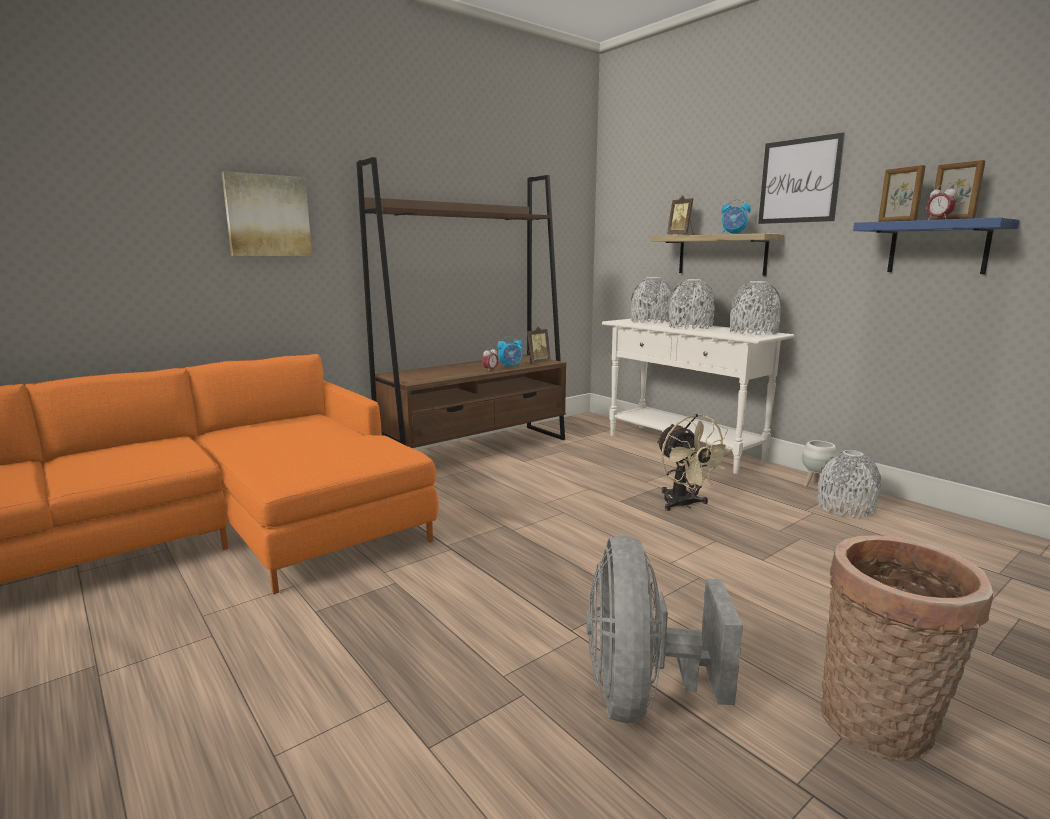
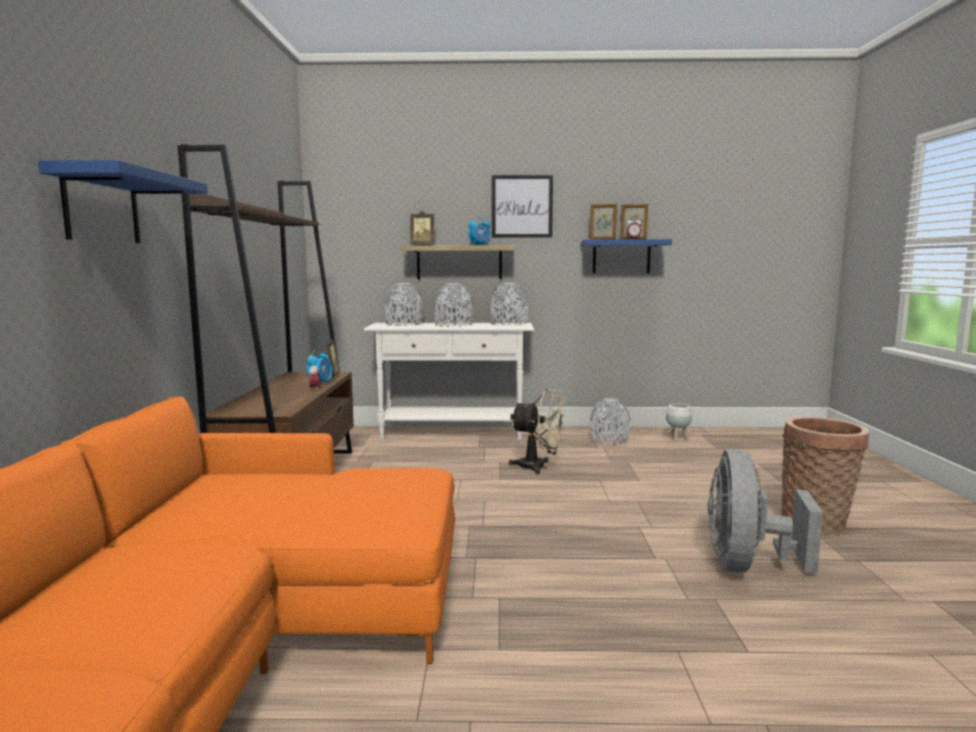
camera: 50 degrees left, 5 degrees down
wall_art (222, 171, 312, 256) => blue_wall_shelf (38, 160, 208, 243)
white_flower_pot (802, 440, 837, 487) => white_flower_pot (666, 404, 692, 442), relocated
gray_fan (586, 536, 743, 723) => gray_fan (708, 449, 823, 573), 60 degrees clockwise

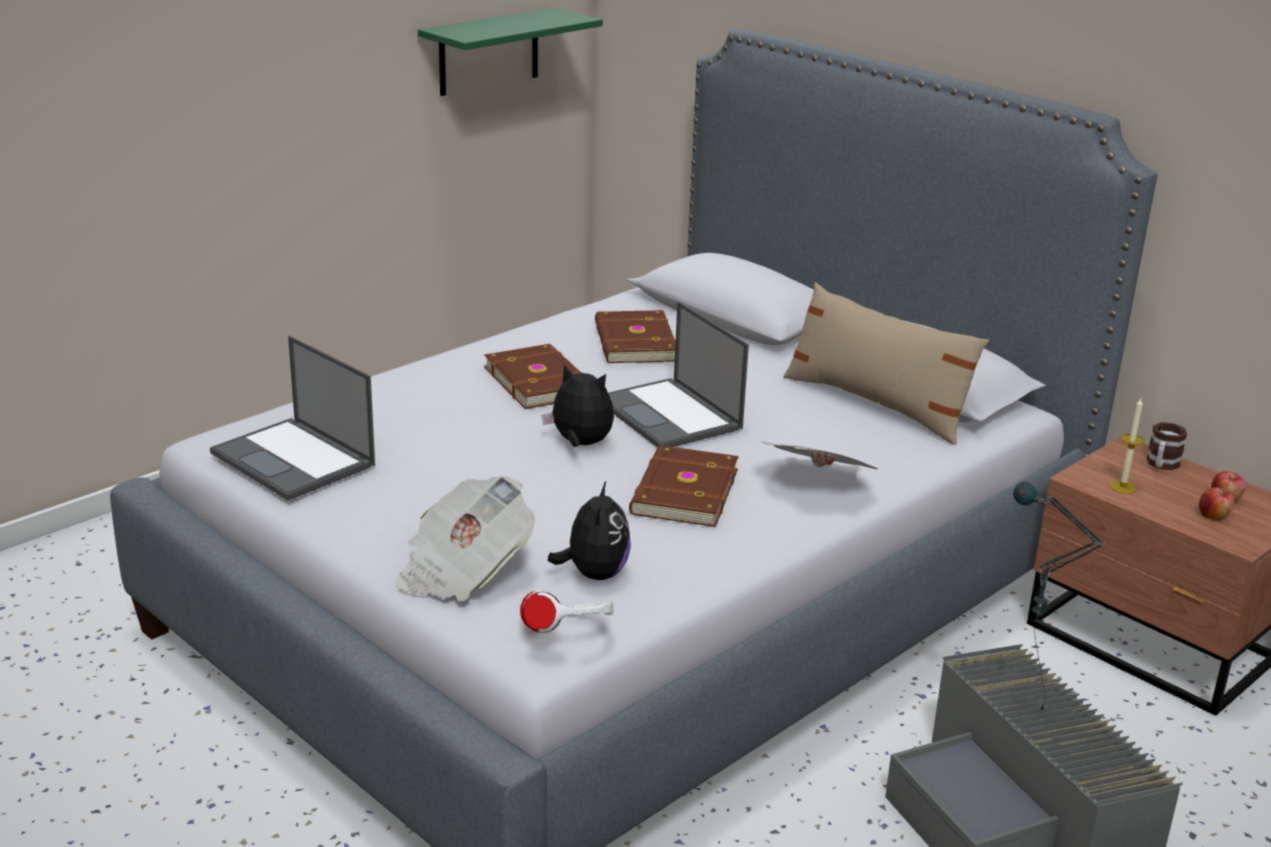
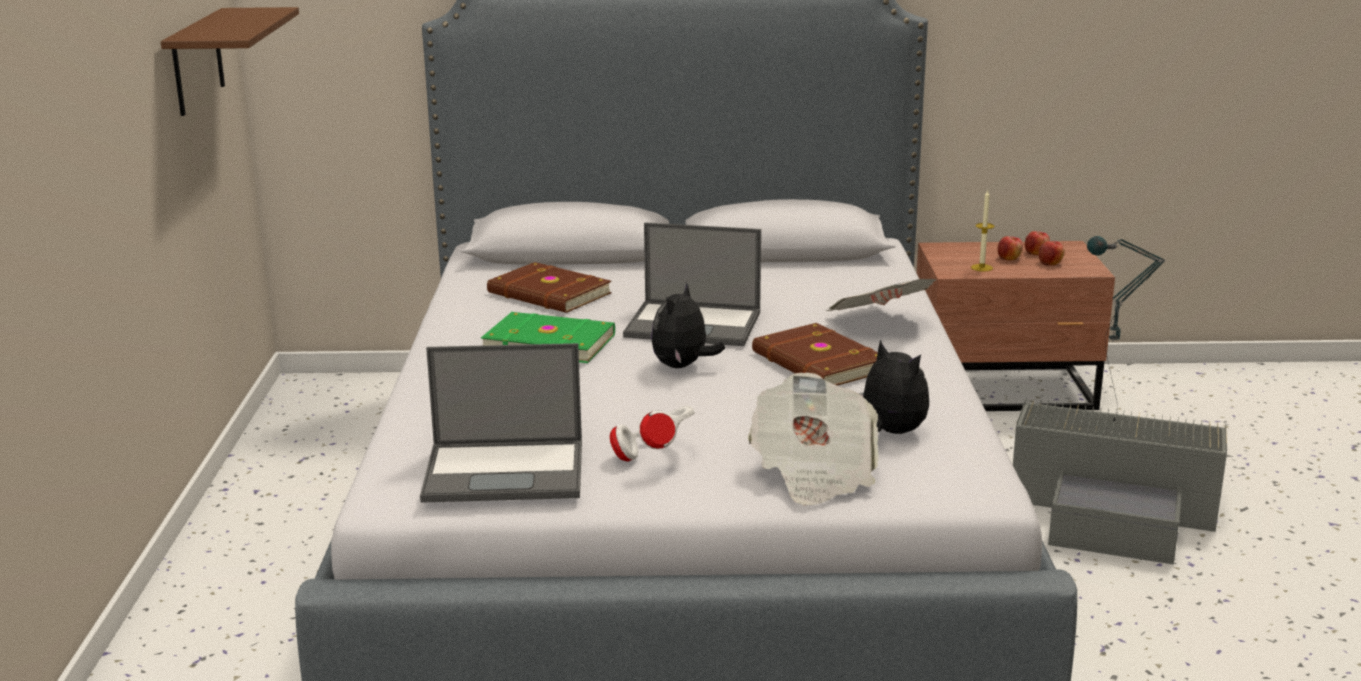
camera: 45 degrees left, 5 degrees down
greenish_wall_shelf (418, 8, 603, 96) => brownish_wall_shelf (161, 7, 299, 116)
beige-coloured_throw_pillow (783, 283, 989, 445) => nothing
brownish_bound_book (484, 344, 582, 409) => greenish_bound_book (481, 312, 615, 363)
cuddly_toy (542, 364, 614, 447) => cuddly_toy (651, 282, 725, 368), 45 degrees counterclockwise
tea_mug (1146, 422, 1187, 470) => nothing
white_headphones (520, 590, 614, 633) => white_headphones (610, 406, 695, 462), relocated
nothing => apple (997, 236, 1023, 261)

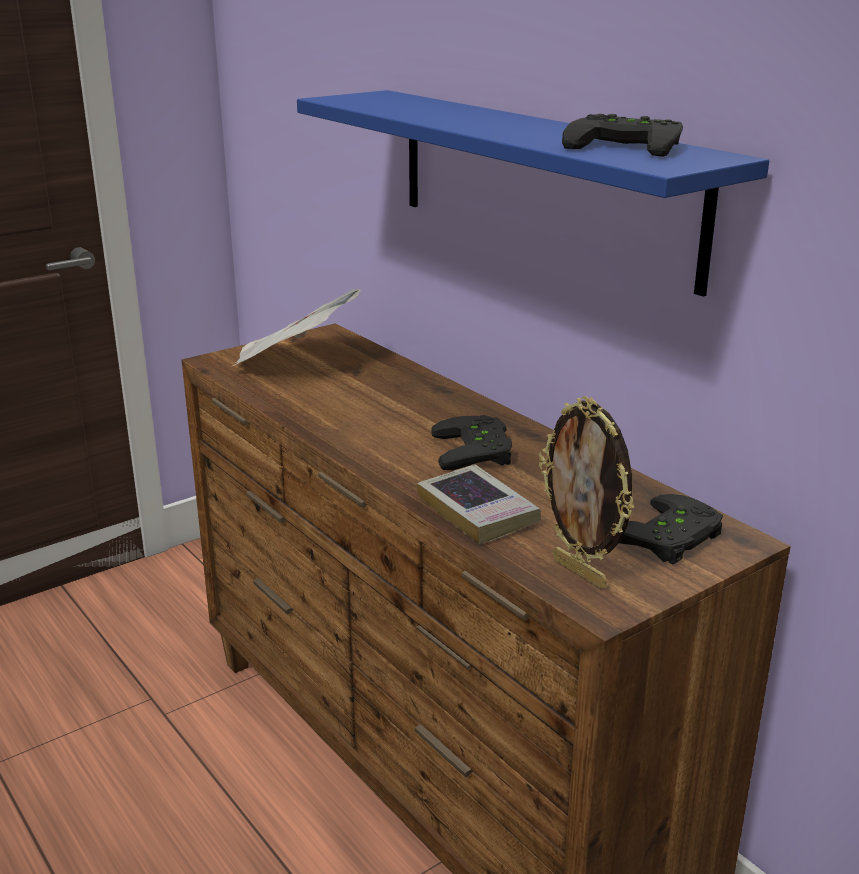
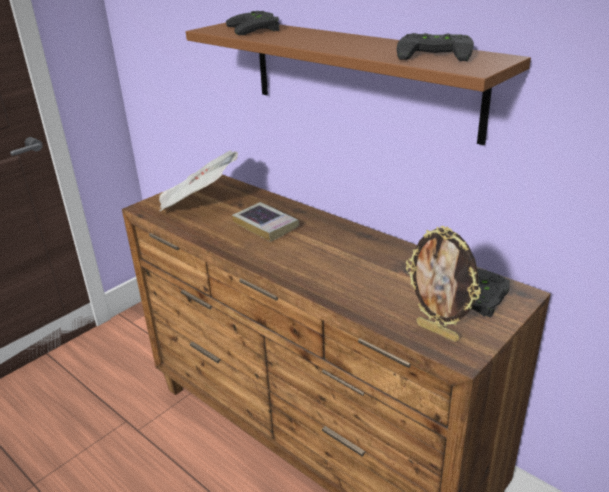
camera: 10 degrees left, 5 degrees up
blue_wall_shelf (297, 90, 769, 296) => brownish_wall_shelf (186, 23, 531, 145)
blackish_game_controller (431, 415, 512, 470) => blackish_game_controller (226, 11, 280, 35), relocated
bound_book (417, 464, 541, 544) => bound_book (232, 202, 299, 242), relocated

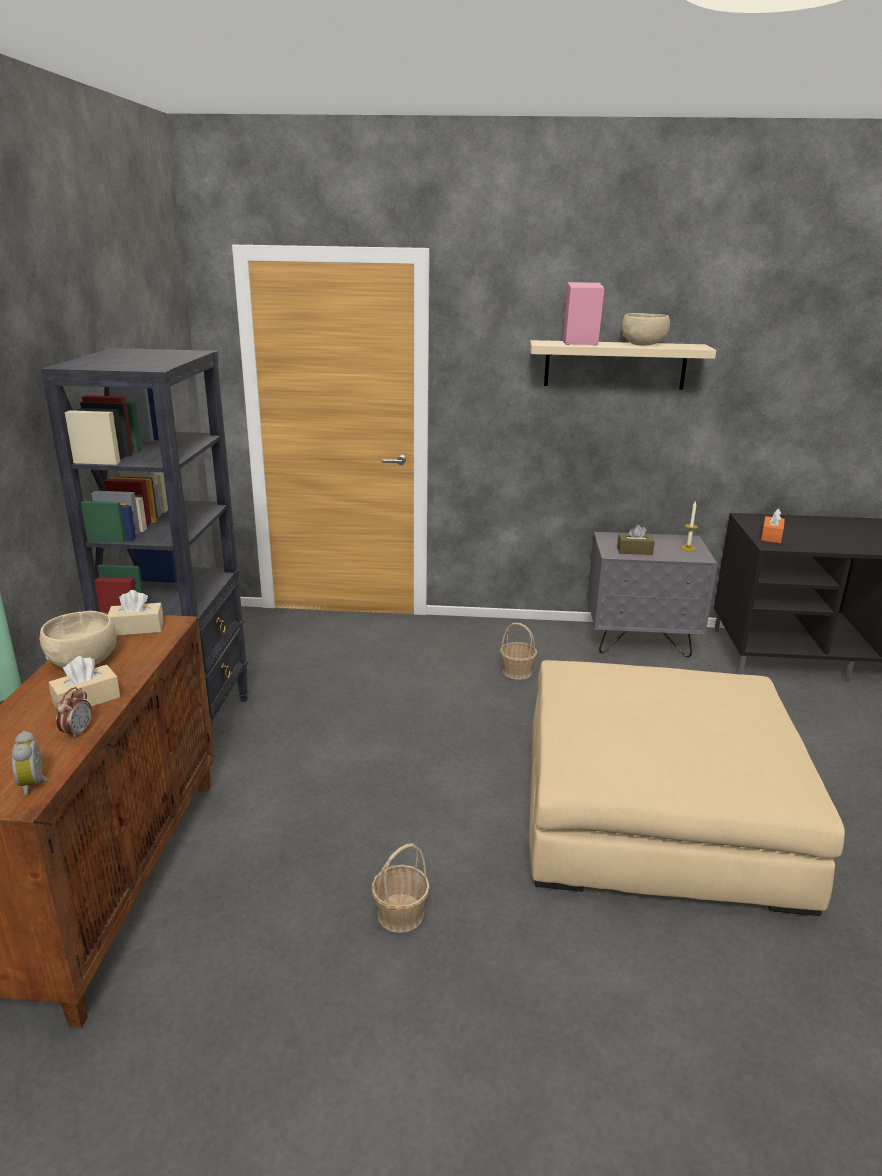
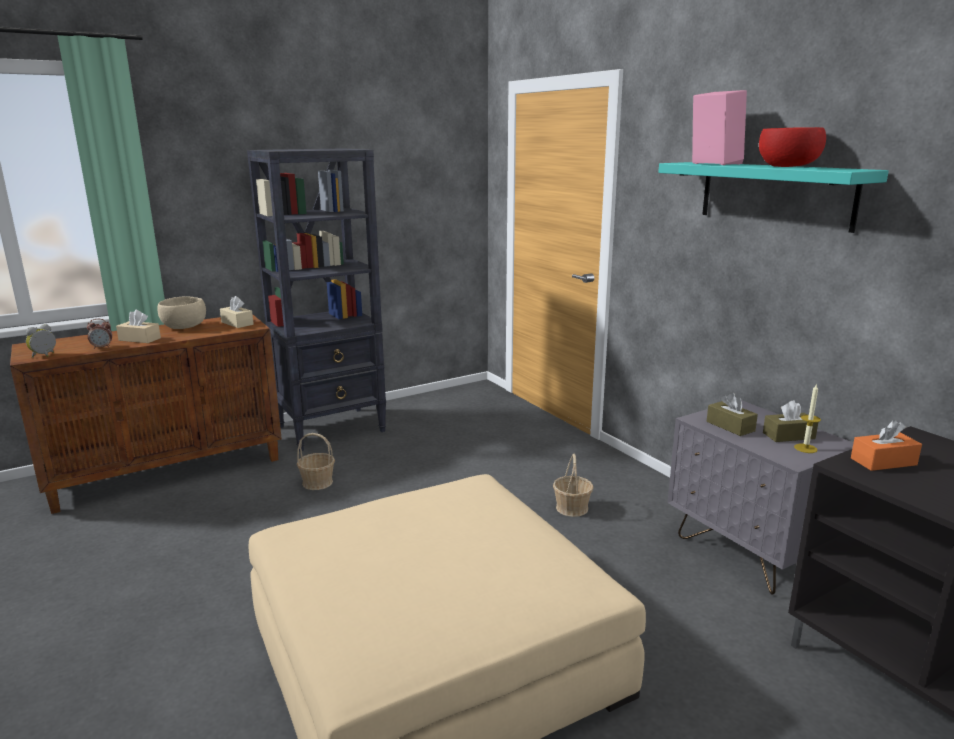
camera: 55 degrees right, 5 degrees down
beige-coloured_bowl (622, 313, 670, 346) => red_bowl (759, 127, 826, 167)
beige-coloured_wall_shelf (530, 340, 716, 390) => turquoise-coloured_wall_shelf (658, 162, 889, 233)
household_basket (371, 843, 430, 933) => household_basket (297, 433, 335, 490), relocated
nothing => brownish_tissue_holder (763, 400, 818, 442)

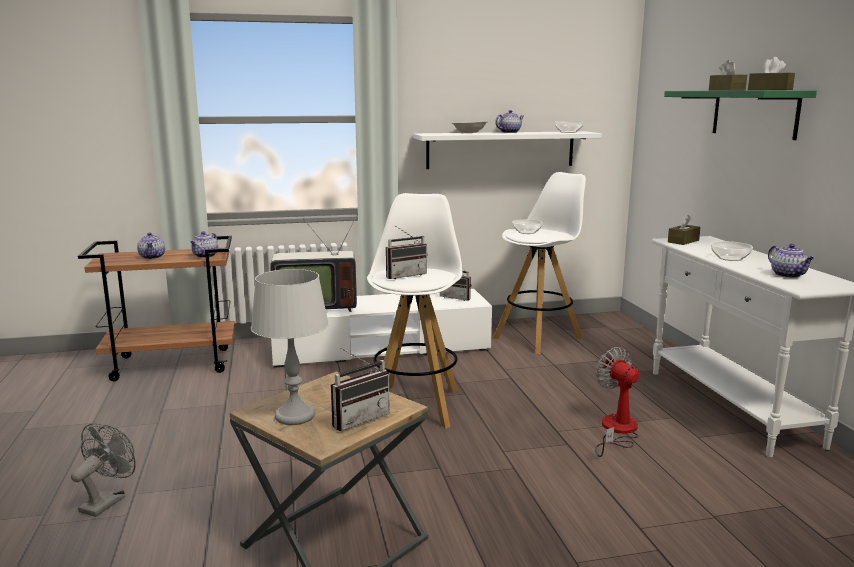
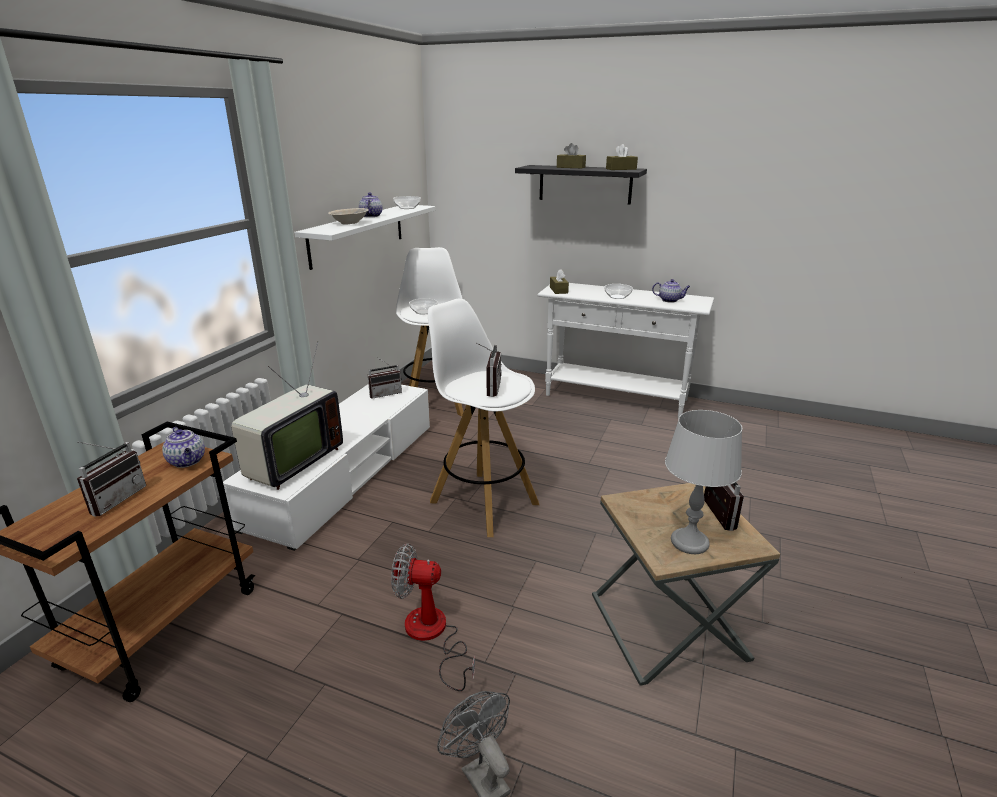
camera: 55 degrees left, 10 degrees up
greenish_wall_shelf (664, 90, 817, 140) => blackish_wall_shelf (515, 165, 647, 205)
teapot (137, 232, 165, 259) => radio (77, 441, 146, 517)
fan (595, 347, 639, 457) => fan (391, 543, 475, 691), relocated

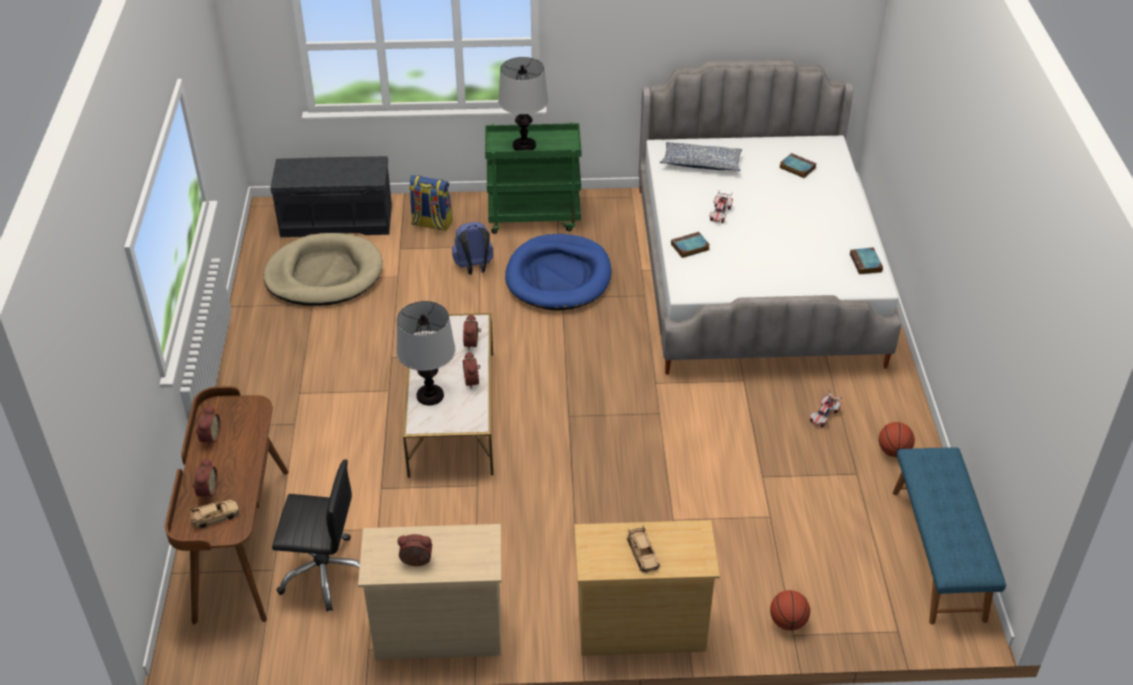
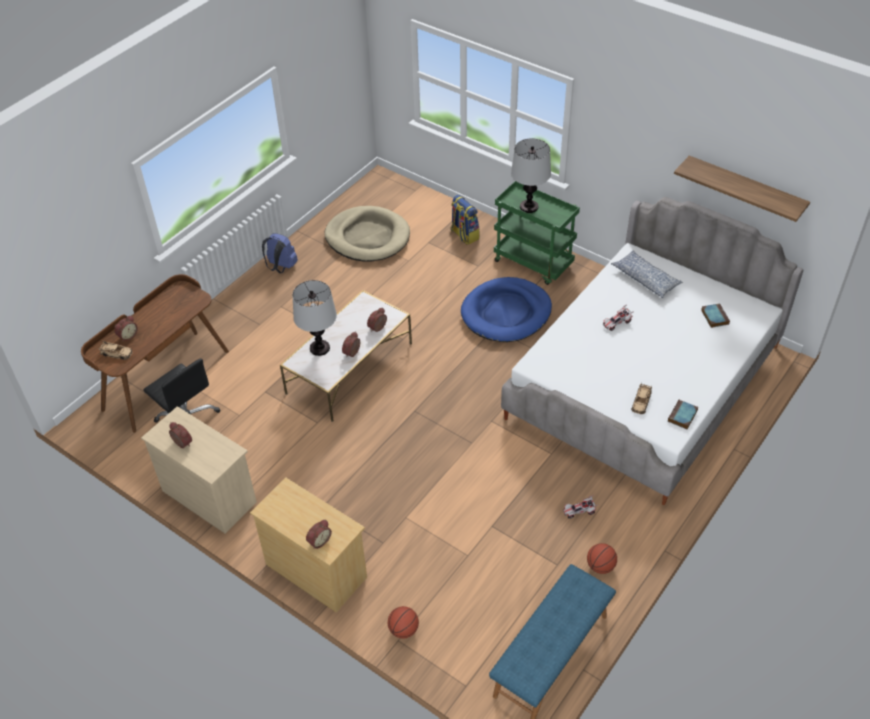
camera: 40 degrees right, 5 degrees up
gray_long_seat (270, 156, 392, 237) => nothing
blue_knapsack (452, 222, 493, 275) => blue_knapsack (262, 233, 298, 273), relocated
bound_book (671, 232, 710, 258) => nothing
alarm_clock (196, 405, 220, 446) => alarm_clock (306, 520, 332, 549), relocated
beige-coloured_model_car (627, 525, 660, 573) => beige-coloured_model_car (631, 384, 652, 414), relocated
nothing => wall_shelf (674, 156, 810, 222)

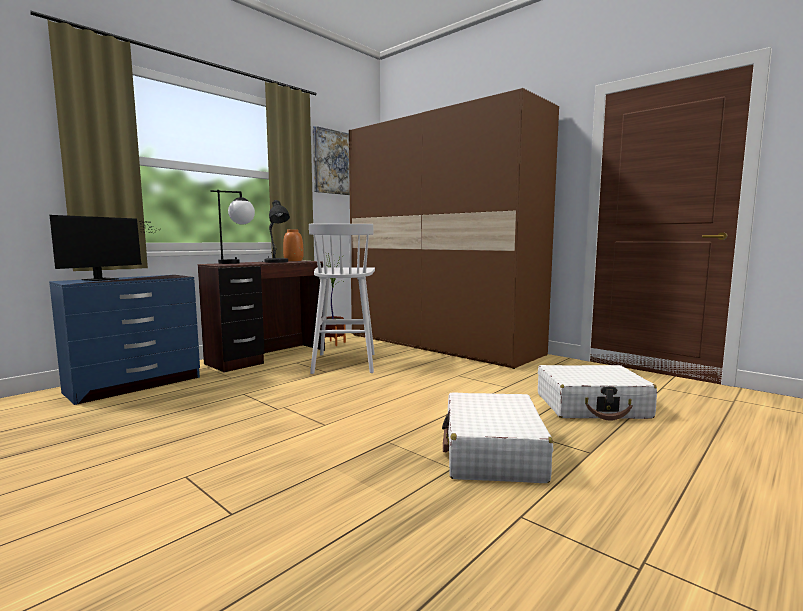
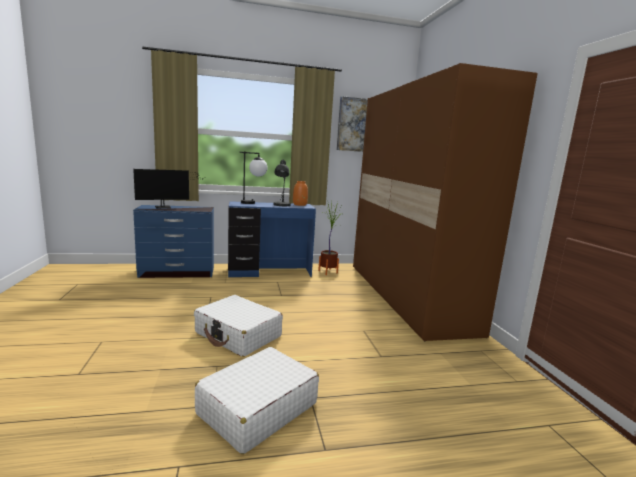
camera: 35 degrees right, 5 degrees up
white_stool_seat (309, 224, 375, 374) => nothing
brownish_desk_unit (198, 260, 325, 373) => blue_desk_unit (228, 201, 316, 277)
white_travel_case (538, 365, 657, 421) => white_travel_case (194, 295, 283, 357), relocated

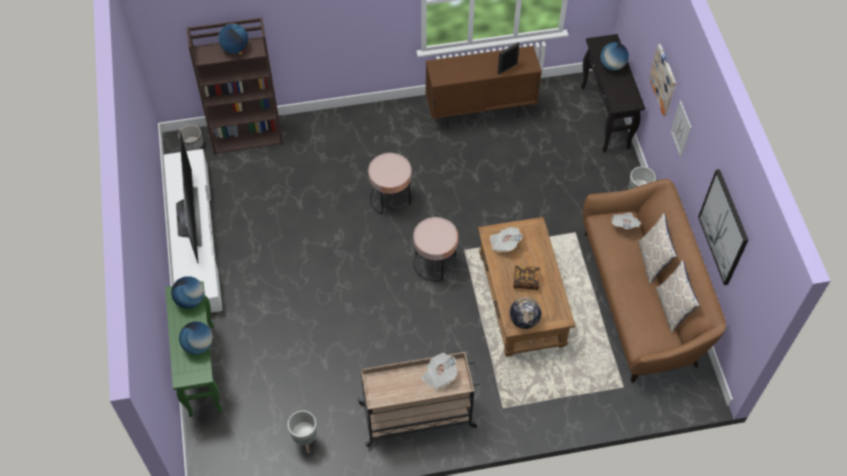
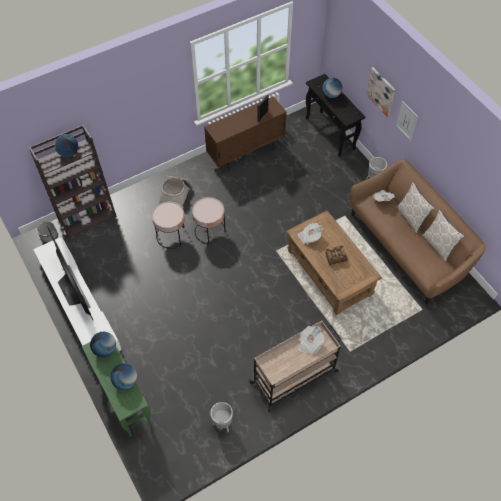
camera: 20 degrees left, 0 degrees up
wall_art (698, 169, 748, 285) => nothing
pink-coloured_side_table (413, 217, 458, 282) => pink-coloured_side_table (152, 202, 185, 249), relocated
desk_globe (510, 297, 542, 329) => nothing
nothing => household_basket (159, 176, 190, 208)

